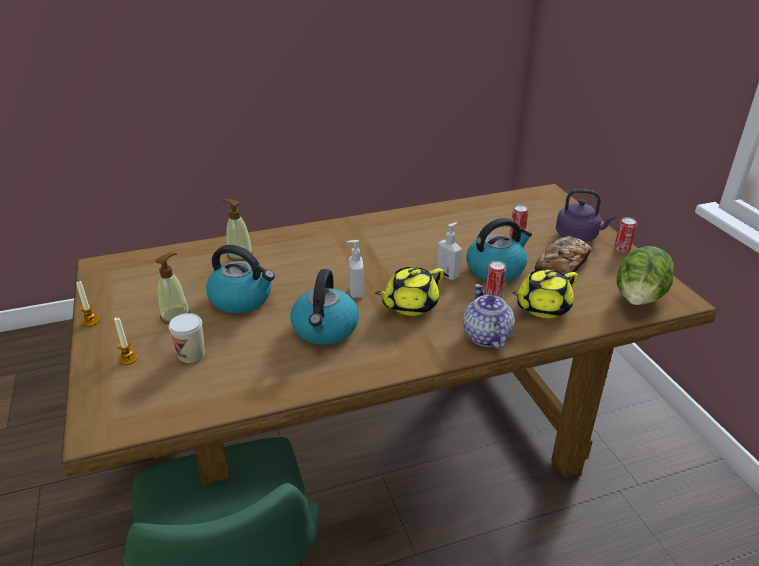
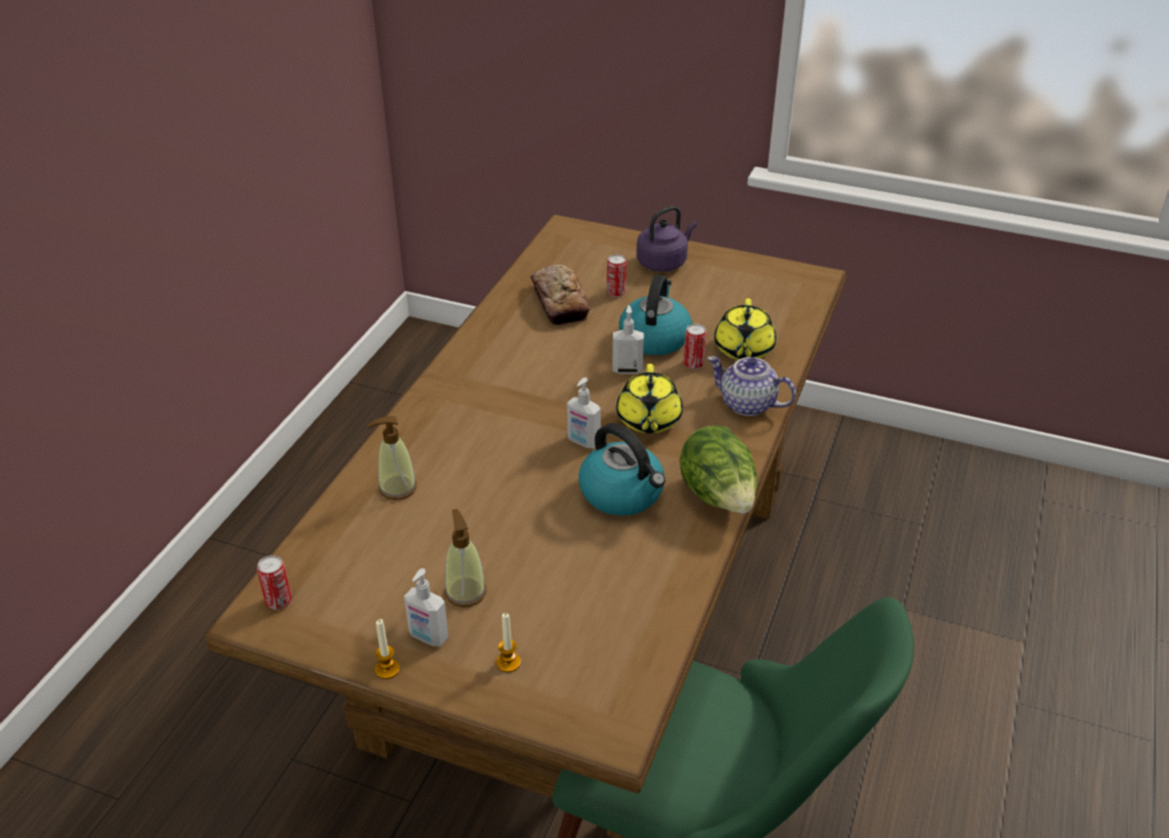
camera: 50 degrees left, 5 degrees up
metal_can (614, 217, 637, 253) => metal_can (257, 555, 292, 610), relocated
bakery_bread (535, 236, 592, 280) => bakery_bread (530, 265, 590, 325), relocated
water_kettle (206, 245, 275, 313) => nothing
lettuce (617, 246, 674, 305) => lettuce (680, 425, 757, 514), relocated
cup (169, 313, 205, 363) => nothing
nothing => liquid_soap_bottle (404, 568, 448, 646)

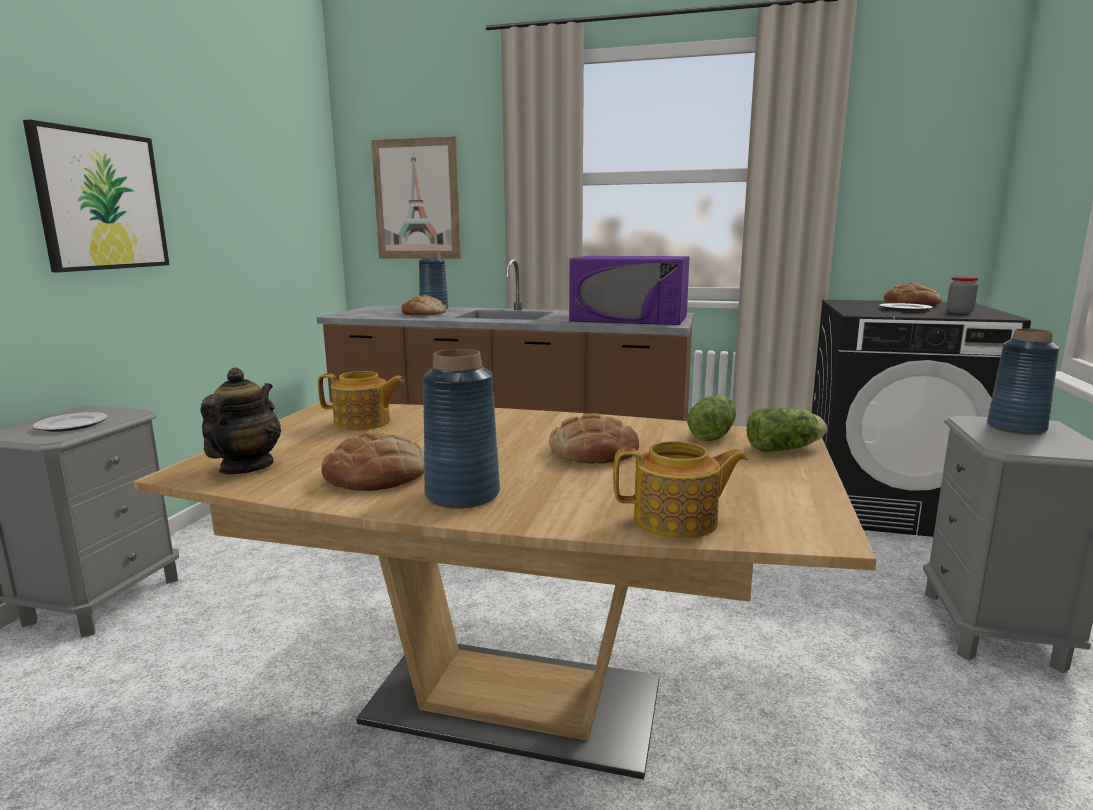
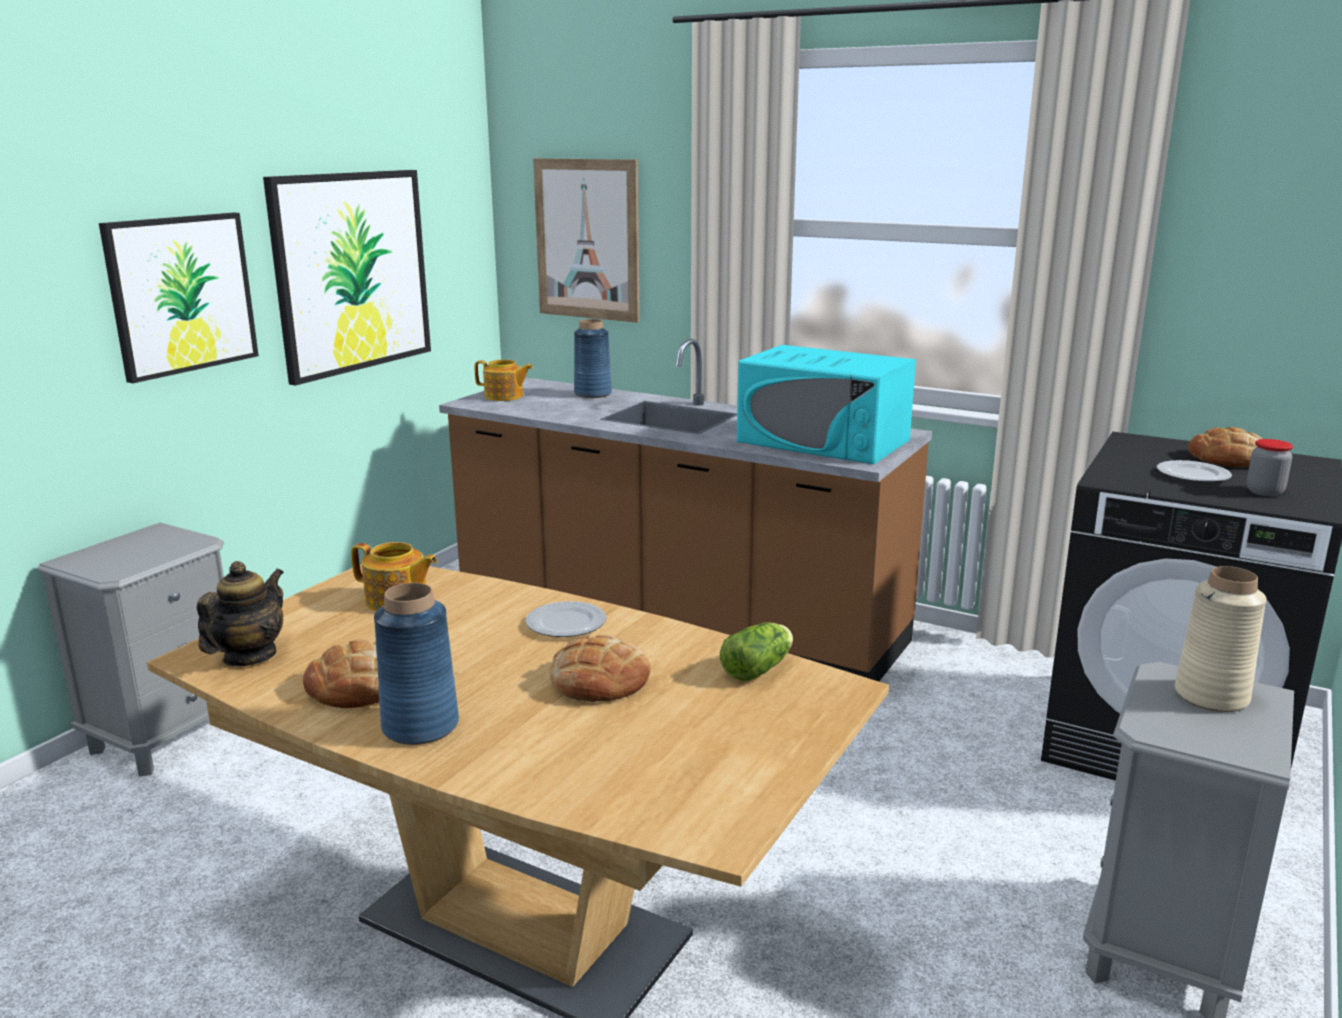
camera: 15 degrees right, 5 degrees up
purplish_kitchen_microwave (569, 256, 690, 325) => turquoise-coloured_kitchen_microwave (737, 345, 916, 464)
bakery_bread (401, 295, 446, 315) => nothing
blue_decorative_vase (987, 328, 1060, 435) => beige-coloured_decorative_vase (1175, 566, 1267, 712)
lettuce (747, 408, 827, 452) => nothing
dinner_plate (33, 412, 108, 432) => dinner_plate (525, 601, 606, 637), relocated
teapot (613, 441, 748, 539) => teapot (475, 360, 533, 401), relocated
nothing => wall_art (263, 170, 431, 385)

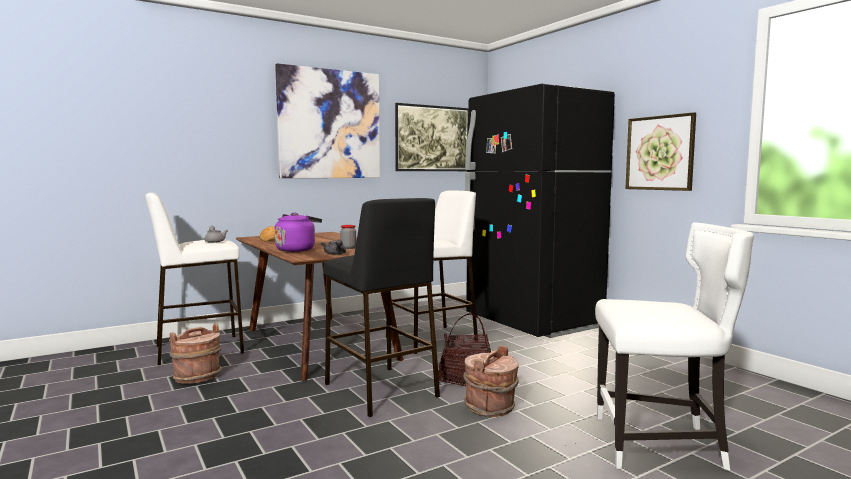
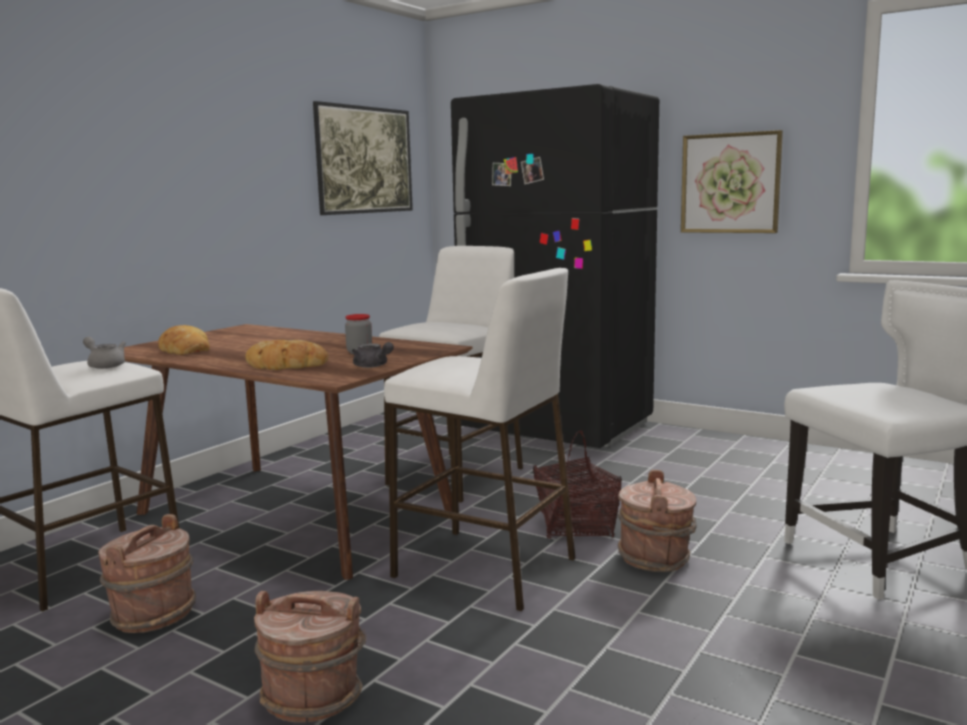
camera: 25 degrees left, 5 degrees up
wall_art (275, 63, 380, 178) => nothing
blackish_stool_seat (324, 198, 440, 417) => white_stool_seat (384, 268, 575, 611)
purplish_water_kettle (275, 212, 322, 252) => bakery_bread (245, 340, 329, 370)
nothing => brownish_pail (254, 591, 366, 722)

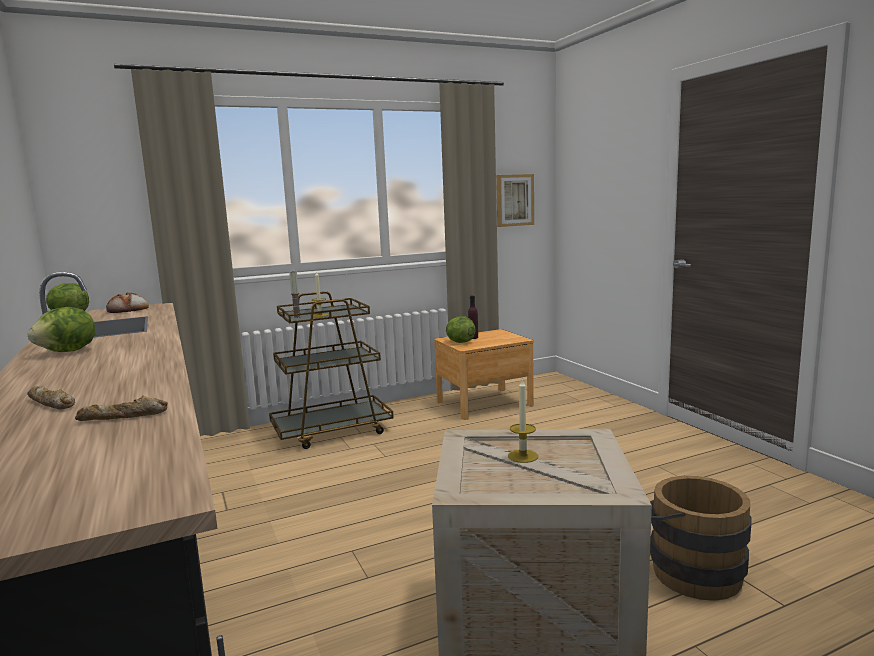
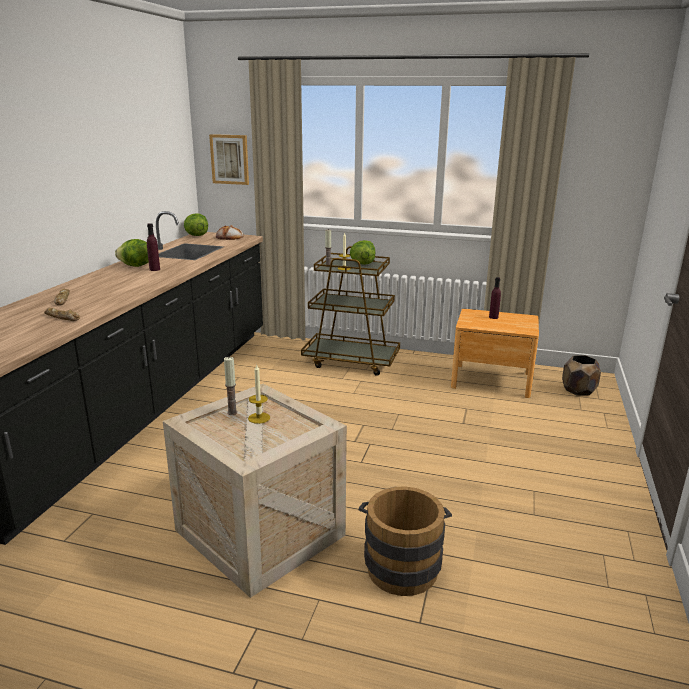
camera: 40 degrees right, 10 degrees up
wall_art (496, 174, 534, 227) => wall_art (209, 134, 249, 185), relocated
lettuce (446, 316, 475, 343) => lettuce (350, 240, 375, 265), relocated
nothing => purplish_bottle (147, 223, 160, 271)
nothing => brownish_flower_pot (562, 355, 601, 395)
nothing => wax_candle (224, 357, 238, 415)

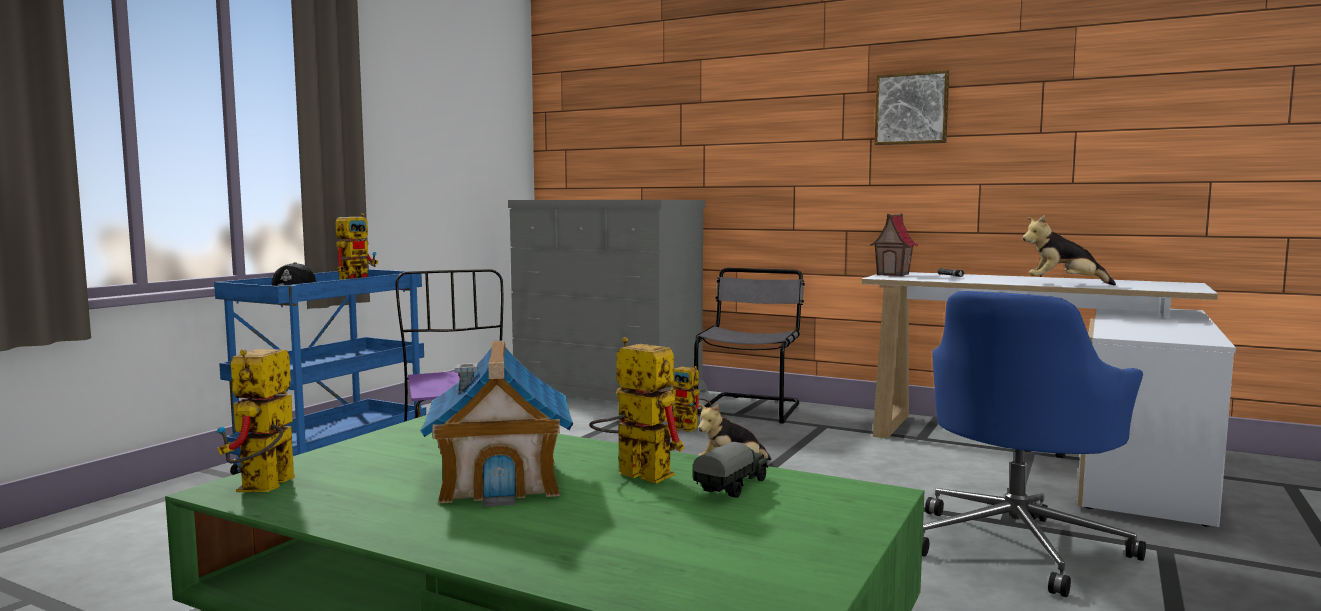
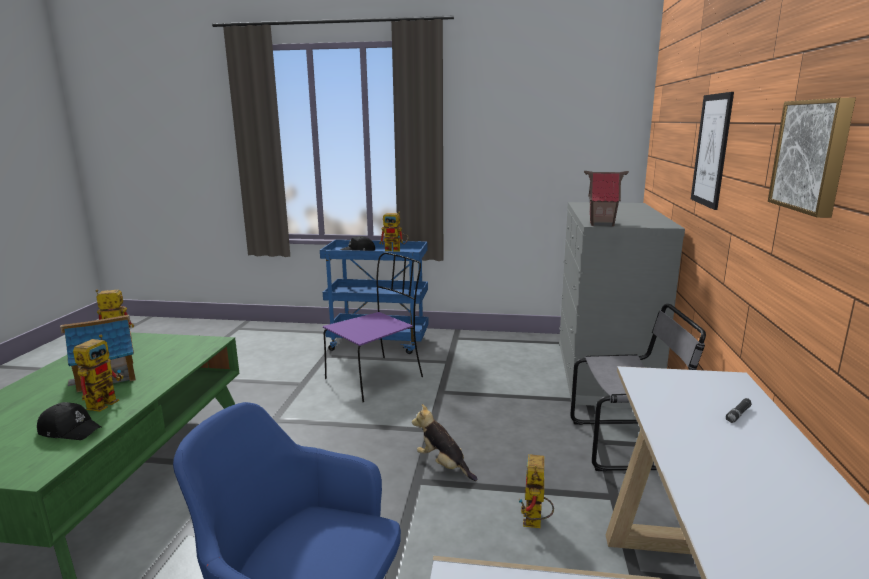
camera: 70 degrees right, 10 degrees up
toy_house (870, 213, 918, 276) => toy_house (584, 171, 629, 226), relocated
cuddly_toy (1023, 215, 1116, 286) => nothing
toy_robot (671, 366, 711, 432) => toy_robot (519, 454, 554, 528), relocated
model_truck (693, 442, 769, 498) => blackish_cap (37, 402, 102, 440)
nothing => wall_art (691, 92, 734, 210)

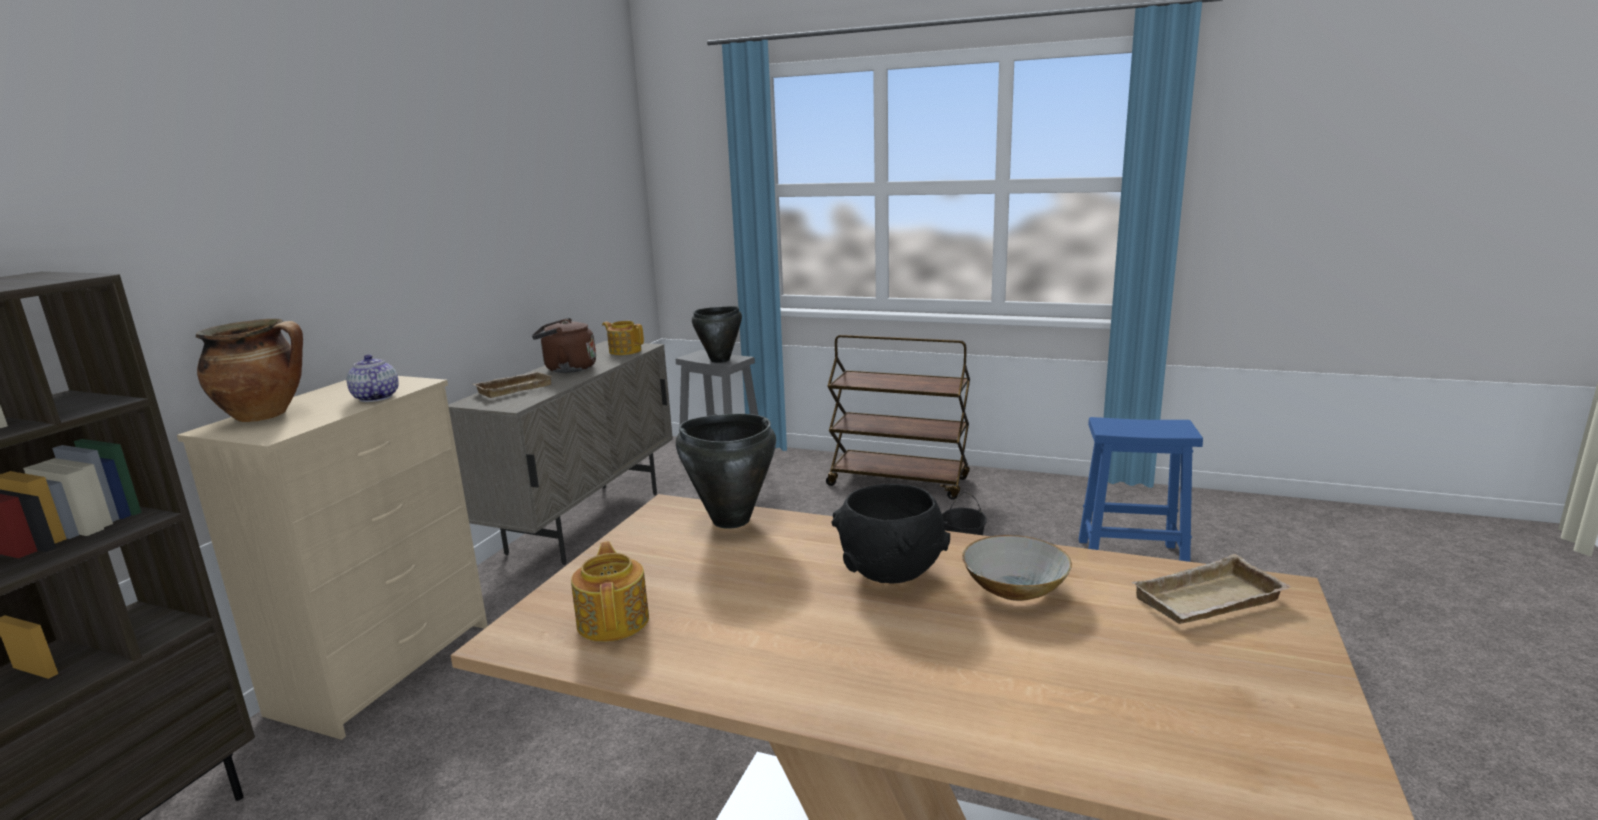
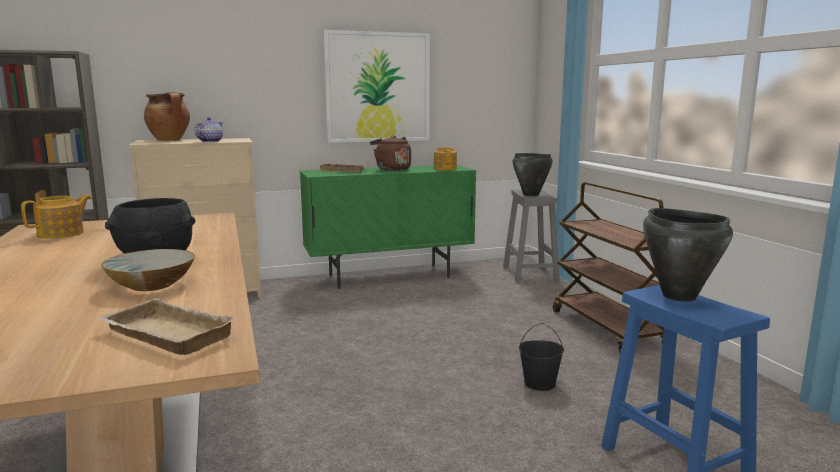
camera: 50 degrees right, 5 degrees down
beige-coloured_cupboard (448, 341, 673, 565) => greenish_cupboard (300, 165, 476, 289)
blackish_saucepot (676, 414, 776, 529) => blackish_saucepot (643, 208, 733, 302), relocated
nothing => wall_art (323, 30, 430, 143)

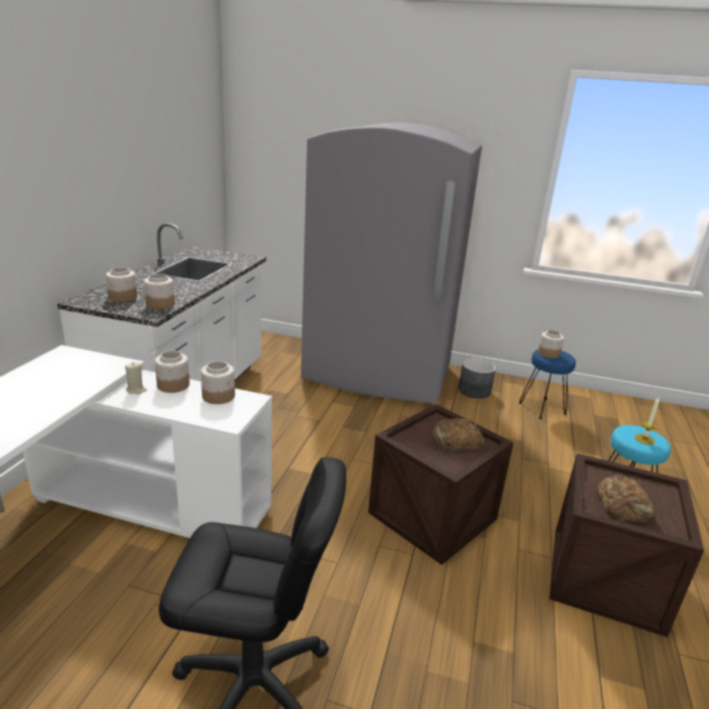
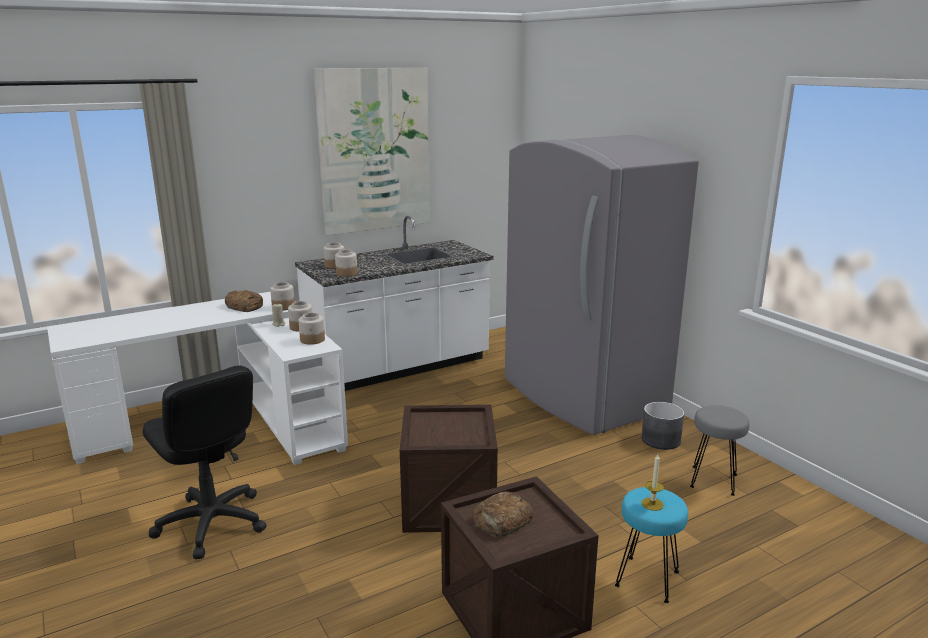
camera: 45 degrees right, 5 degrees down
preserve_jar (538, 330, 564, 358) => preserve_jar (270, 282, 295, 311), relocated
blue_stool_seat (519, 350, 576, 419) => gray_stool_seat (690, 405, 750, 496)
bakery_bread (432, 418, 484, 451) => bakery_bread (225, 290, 263, 312), relocated
nothing => wall_art (312, 68, 430, 236)

